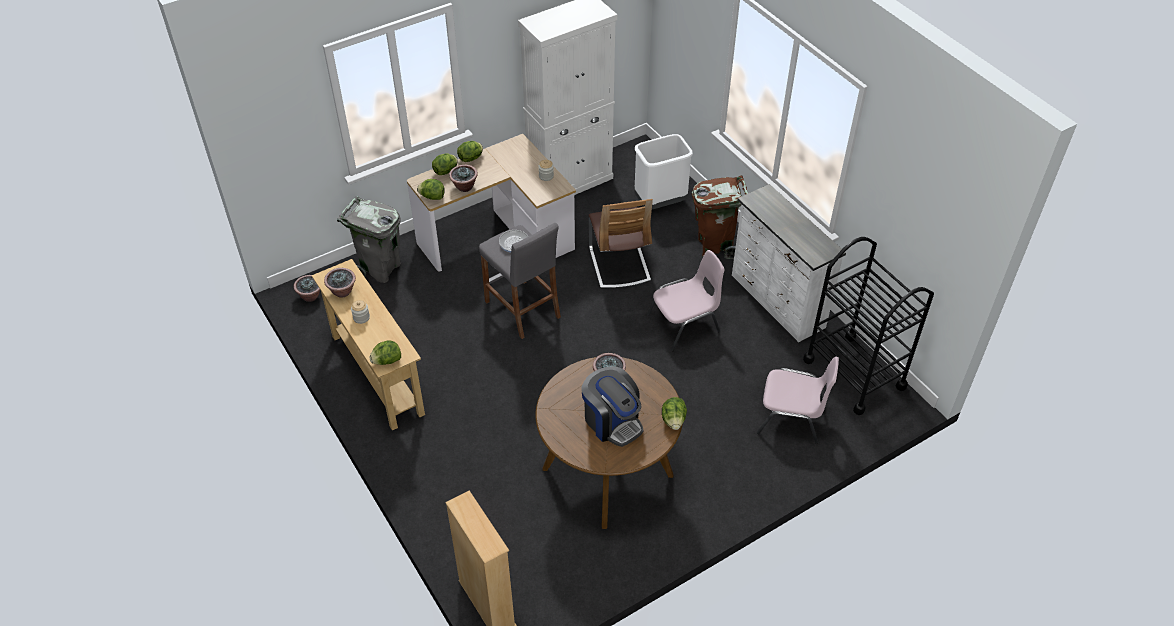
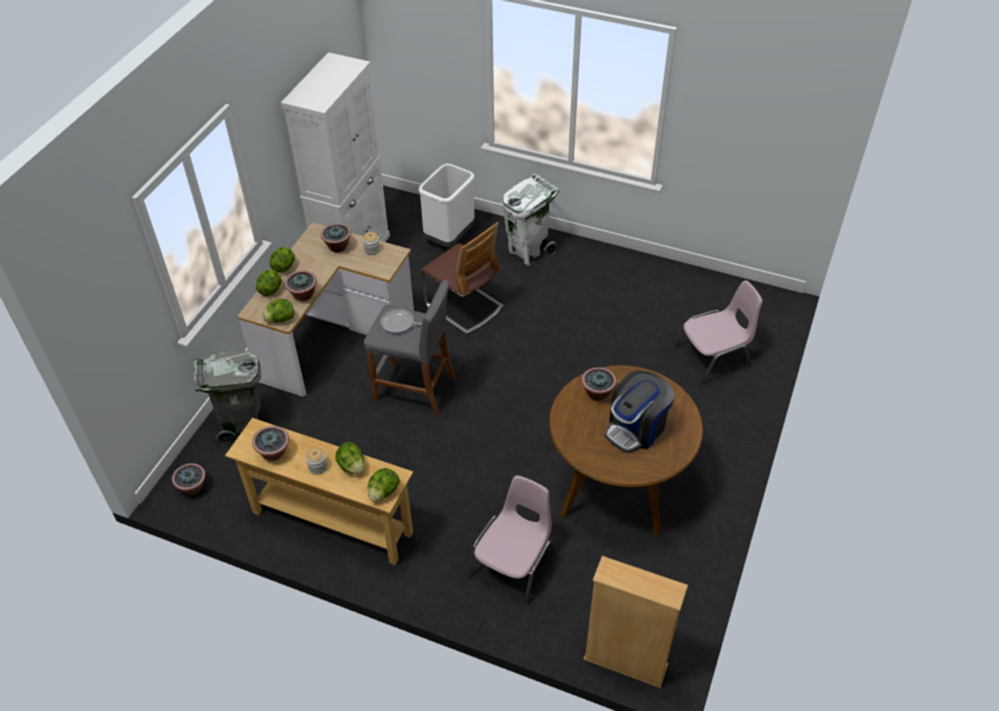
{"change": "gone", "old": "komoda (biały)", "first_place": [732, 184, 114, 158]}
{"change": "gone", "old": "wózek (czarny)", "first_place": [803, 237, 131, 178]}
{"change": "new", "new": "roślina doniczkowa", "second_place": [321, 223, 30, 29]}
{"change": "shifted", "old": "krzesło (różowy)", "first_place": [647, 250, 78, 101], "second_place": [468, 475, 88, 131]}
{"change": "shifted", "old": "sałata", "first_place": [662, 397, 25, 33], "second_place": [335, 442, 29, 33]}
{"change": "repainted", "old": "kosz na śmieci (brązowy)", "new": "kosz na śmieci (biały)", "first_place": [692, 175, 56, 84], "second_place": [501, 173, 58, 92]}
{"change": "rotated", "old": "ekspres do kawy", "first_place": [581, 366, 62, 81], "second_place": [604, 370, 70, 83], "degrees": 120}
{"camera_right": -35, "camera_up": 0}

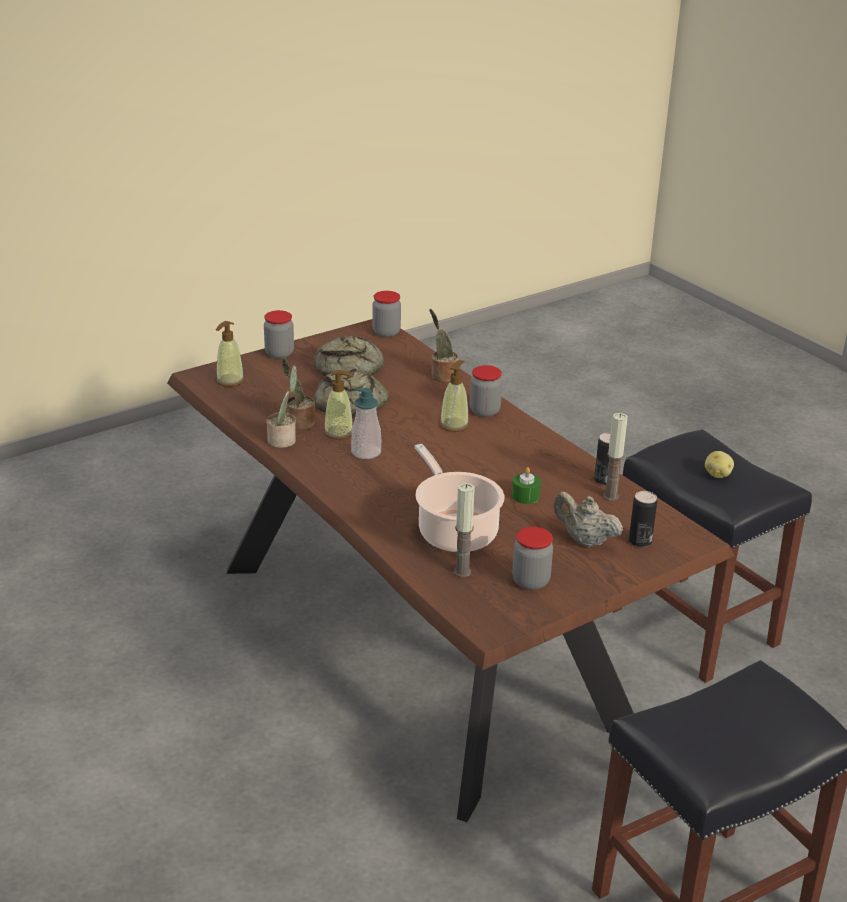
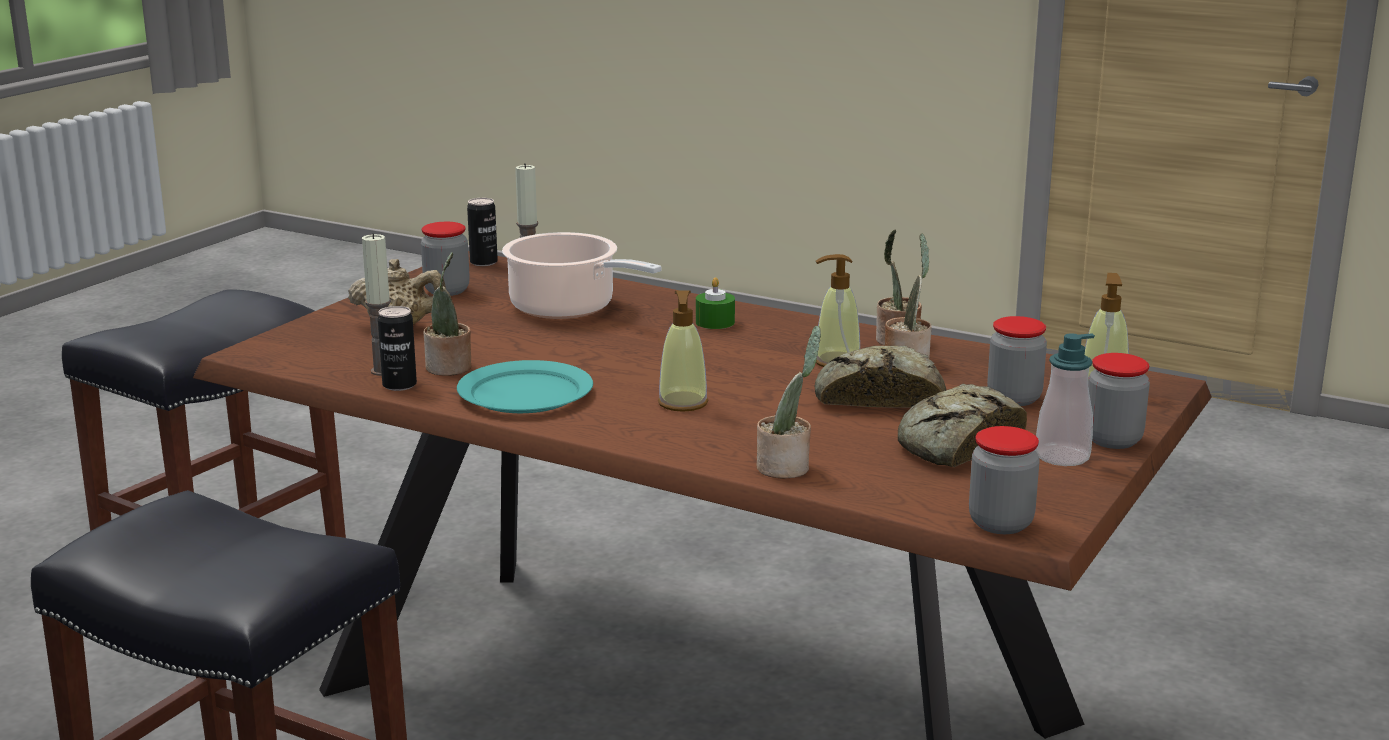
{"change": "gone", "old": "ziemniak", "first_place": [705, 451, 29, 27]}
{"change": "new", "new": "roślina doniczkowa", "second_place": [423, 252, 48, 124]}
{"change": "new", "new": "talerz (turkusowy)", "second_place": [457, 360, 136, 53]}
{"change": "shifted", "old": "dozownik mydła", "first_place": [351, 388, 30, 71], "second_place": [1035, 333, 60, 133]}
{"change": "shifted", "old": "słoik", "first_place": [470, 365, 32, 52], "second_place": [987, 316, 60, 90]}
{"change": "shifted", "old": "świeca (zielony)", "first_place": [512, 467, 29, 37], "second_place": [696, 277, 39, 52]}
{"change": "shifted", "old": "puszka", "first_place": [629, 491, 28, 56], "second_place": [467, 198, 31, 68]}
{"camera_right": 155, "camera_up": -10}

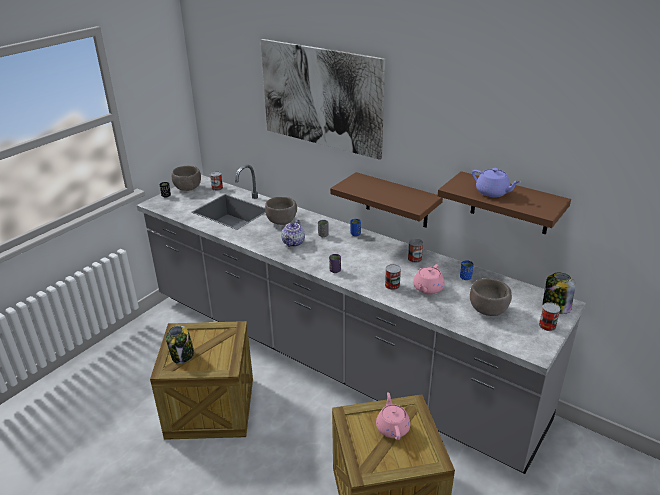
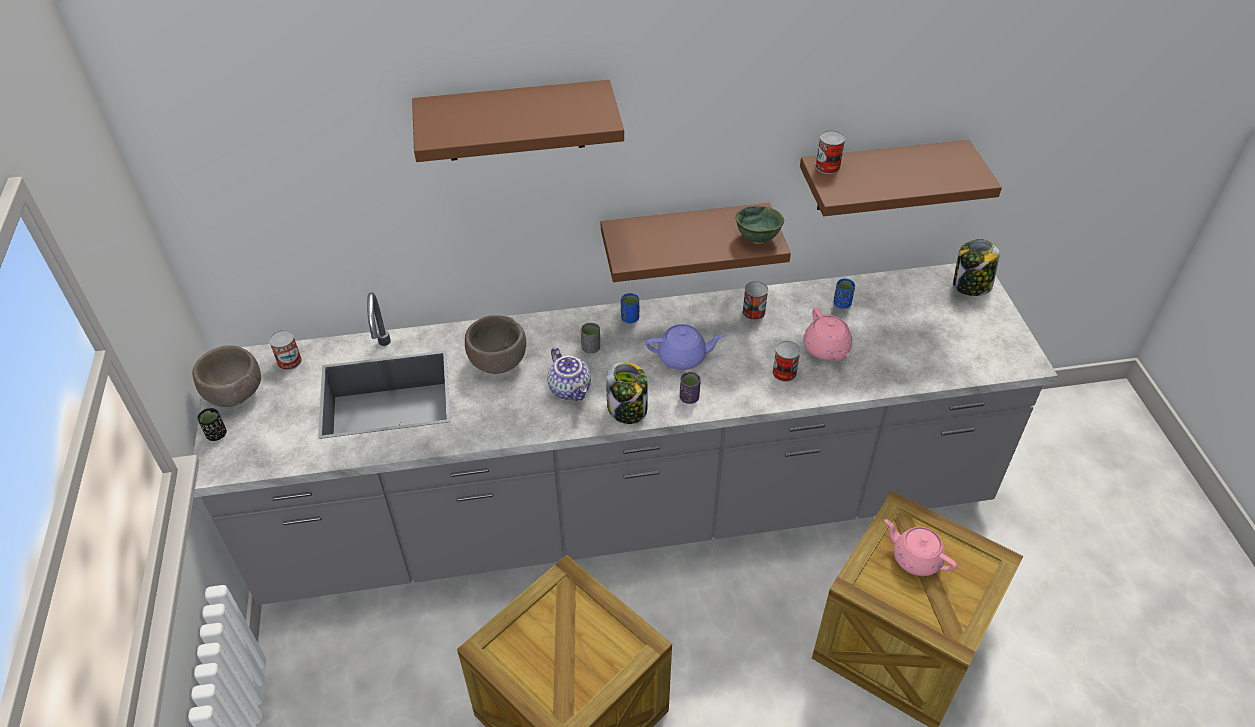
{"change": "gone", "old": "miska (brązowy)", "first_place": [470, 278, 42, 38]}
{"change": "new", "new": "miska (zielony)", "second_place": [735, 206, 50, 38]}
{"change": "shifted", "old": "słoik", "first_place": [166, 326, 28, 38], "second_place": [606, 362, 42, 62]}
{"change": "shifted", "old": "imbryk (fioletowy)", "first_place": [472, 168, 48, 29], "second_place": [646, 324, 79, 46]}
{"change": "shifted", "old": "puszka", "first_place": [539, 302, 21, 29], "second_place": [815, 130, 30, 44]}
{"change": "swapped", "old": "obraz", "new": "półka (brązowy)", "first_place": [261, 39, 124, 121], "second_place": [412, 80, 212, 82]}
{"camera_right": -45, "camera_up": 15}

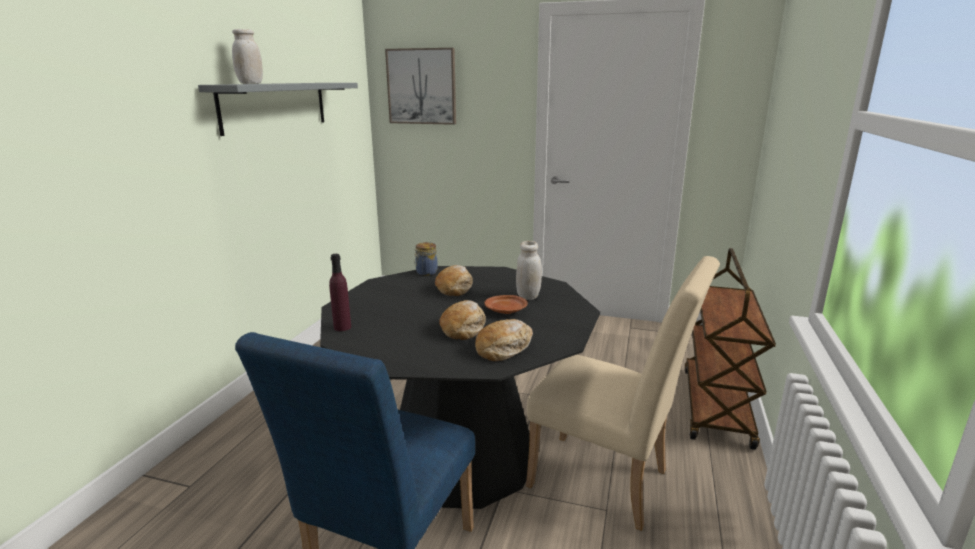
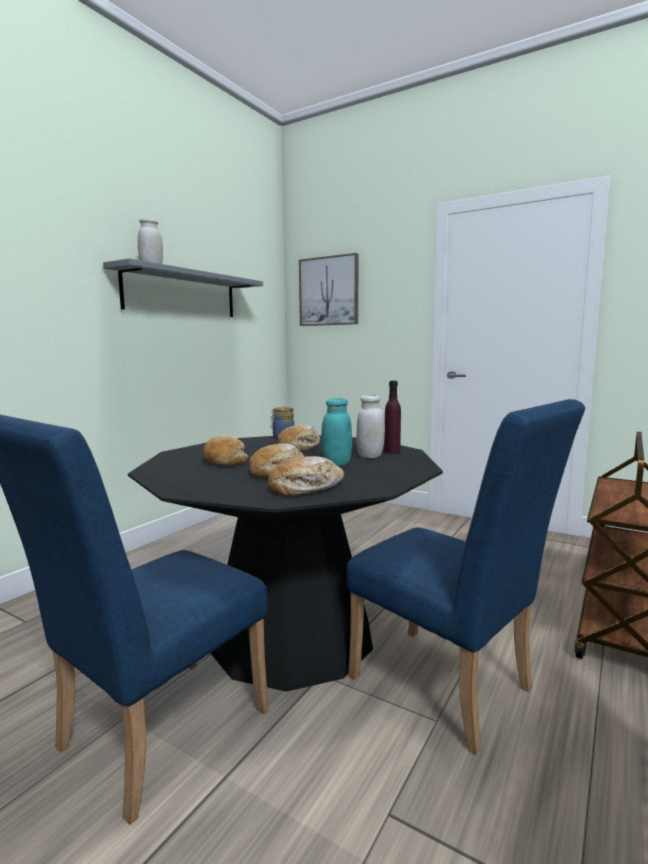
{"change": "new", "new": "chleb", "second_place": [203, 435, 45, 31]}
{"change": "shifted", "old": "butelka (fioletowy)", "first_place": [329, 254, 22, 77], "second_place": [384, 381, 17, 73]}
{"change": "swapped", "old": "talerz (brązowy)", "new": "słoik (turkusowy)", "first_place": [484, 295, 44, 19], "second_place": [321, 398, 31, 68]}
{"change": "repainted", "old": "krzesło (beżowy)", "new": "krzesło (niebieski)", "first_place": [526, 256, 194, 275], "second_place": [347, 399, 238, 356]}
{"camera_right": 15, "camera_up": -10}

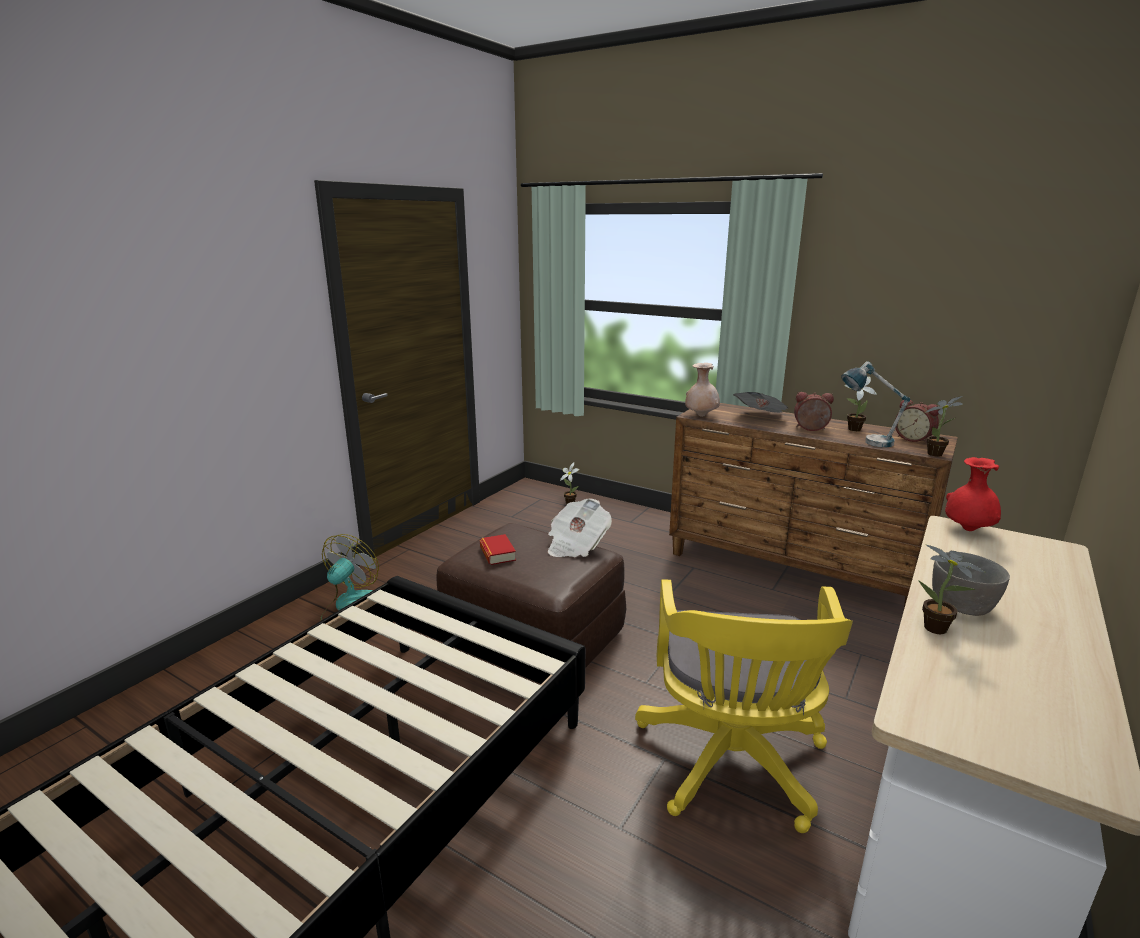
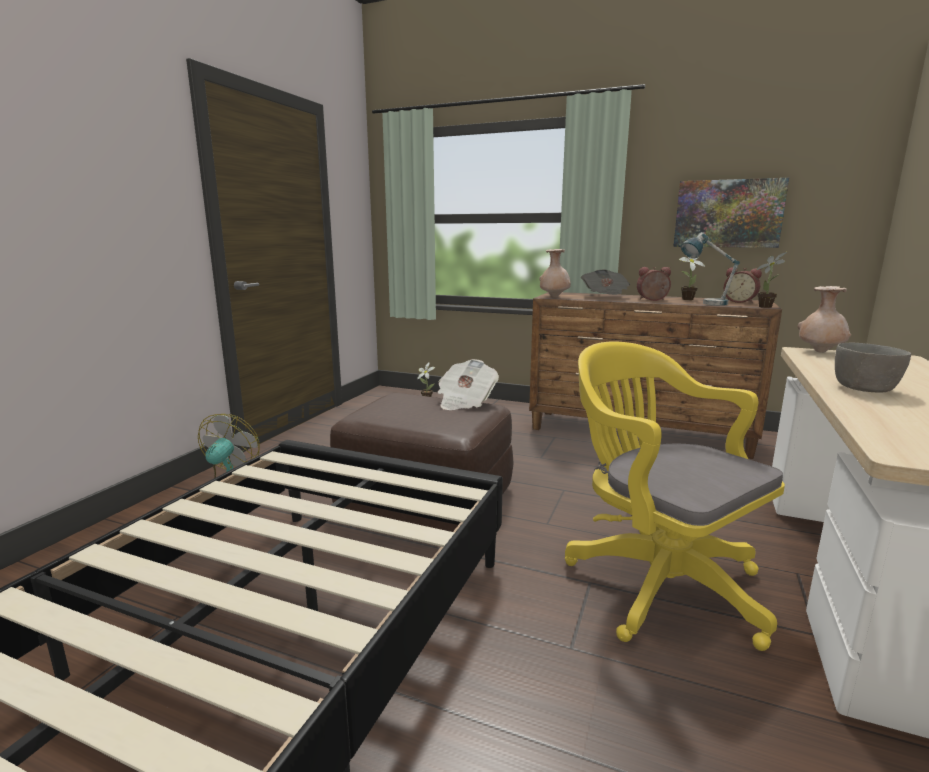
{"change": "gone", "old": "książka", "first_place": [480, 534, 36, 31]}
{"change": "gone", "old": "roślina doniczkowa", "first_place": [918, 544, 67, 90]}
{"change": "new", "new": "obraz", "second_place": [673, 178, 116, 70]}
{"change": "repainted", "old": "wazon (czerwony)", "new": "wazon (beżowy)", "first_place": [945, 457, 56, 74], "second_place": [798, 286, 53, 67]}
{"change": "rotated", "old": "krzesło biurowe (żółty)", "first_place": [635, 579, 218, 254], "second_place": [565, 342, 220, 309], "degrees": 150}
{"camera_right": -10, "camera_up": -5}

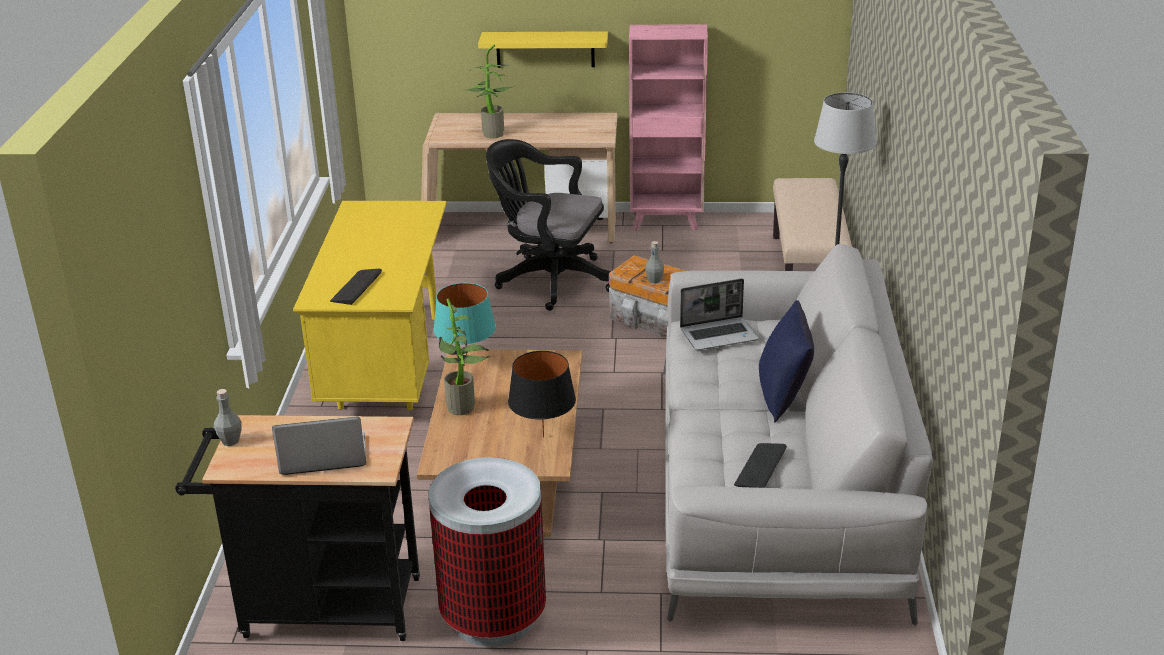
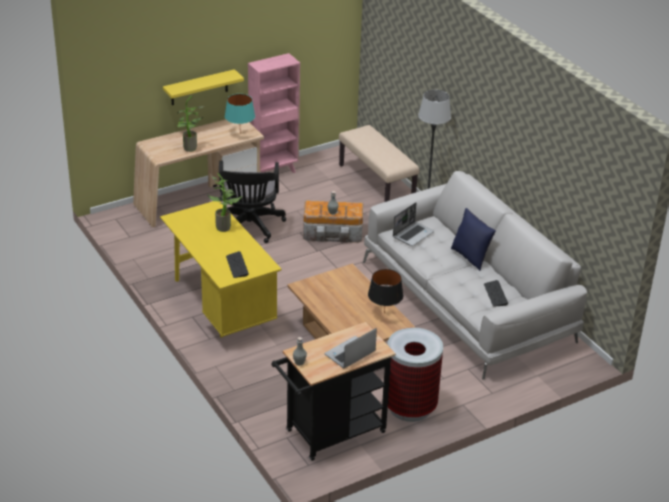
{"change": "shifted", "old": "lampa stołowa (turkusowy)", "first_place": [433, 283, 63, 72], "second_place": [225, 94, 30, 30]}
{"change": "shifted", "old": "roślina doniczkowa", "first_place": [439, 298, 51, 117], "second_place": [207, 173, 35, 59]}
{"change": "rotated", "old": "krzesło biurowe (czarny)", "first_place": [486, 139, 125, 172], "second_place": [219, 161, 67, 82], "degrees": -75}
{"camera_right": -35, "camera_up": 5}

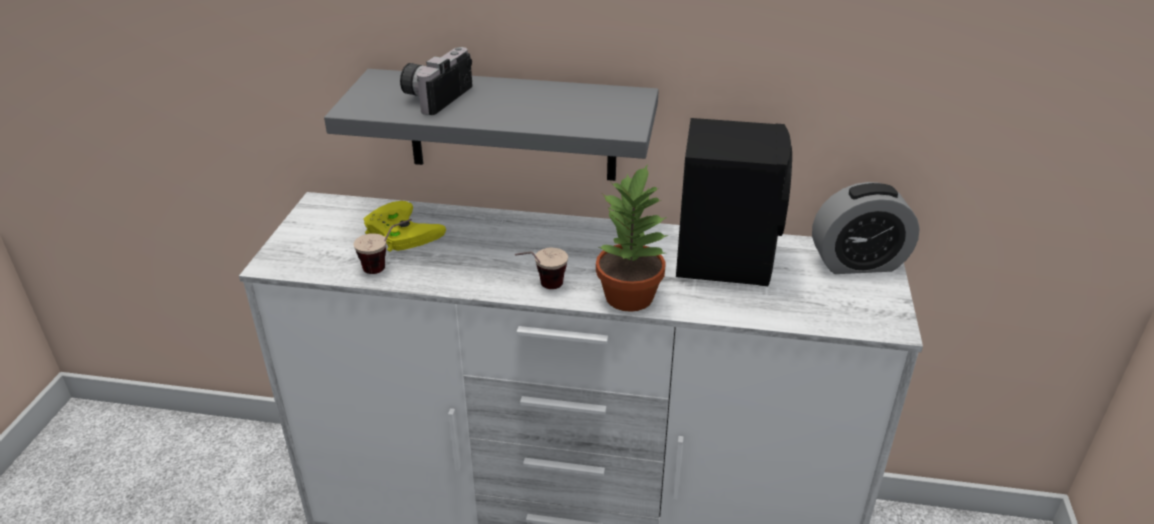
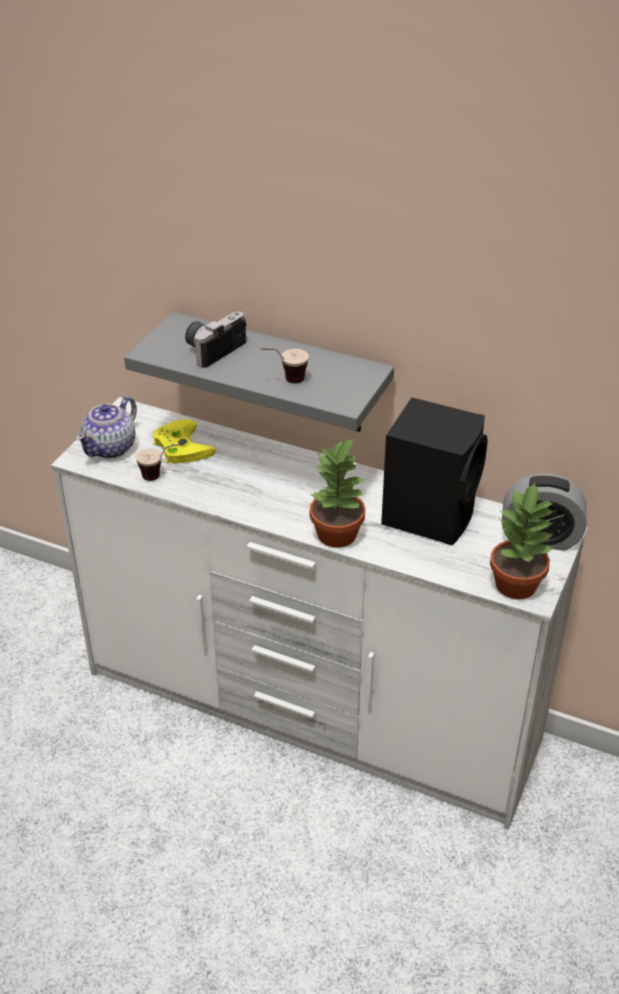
{"change": "new", "new": "imbryk", "second_place": [76, 396, 61, 63]}
{"change": "new", "new": "roślina doniczkowa", "second_place": [490, 482, 64, 117]}
{"change": "shifted", "old": "filiżanka", "first_place": [515, 247, 53, 42], "second_place": [261, 348, 48, 35]}
{"camera_right": 15, "camera_up": 5}

